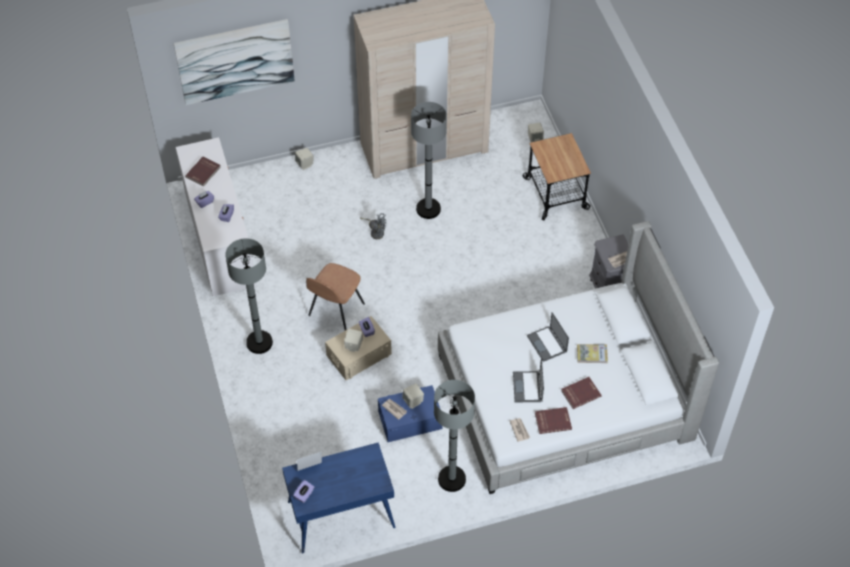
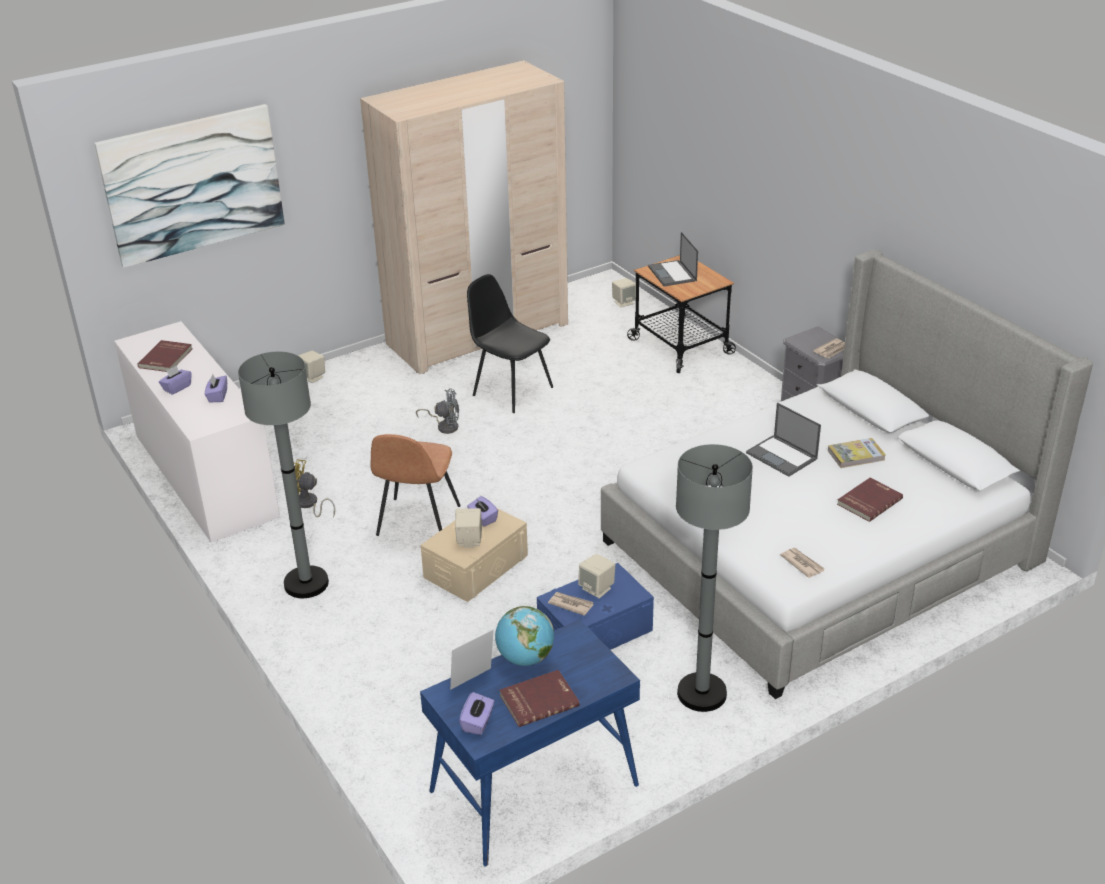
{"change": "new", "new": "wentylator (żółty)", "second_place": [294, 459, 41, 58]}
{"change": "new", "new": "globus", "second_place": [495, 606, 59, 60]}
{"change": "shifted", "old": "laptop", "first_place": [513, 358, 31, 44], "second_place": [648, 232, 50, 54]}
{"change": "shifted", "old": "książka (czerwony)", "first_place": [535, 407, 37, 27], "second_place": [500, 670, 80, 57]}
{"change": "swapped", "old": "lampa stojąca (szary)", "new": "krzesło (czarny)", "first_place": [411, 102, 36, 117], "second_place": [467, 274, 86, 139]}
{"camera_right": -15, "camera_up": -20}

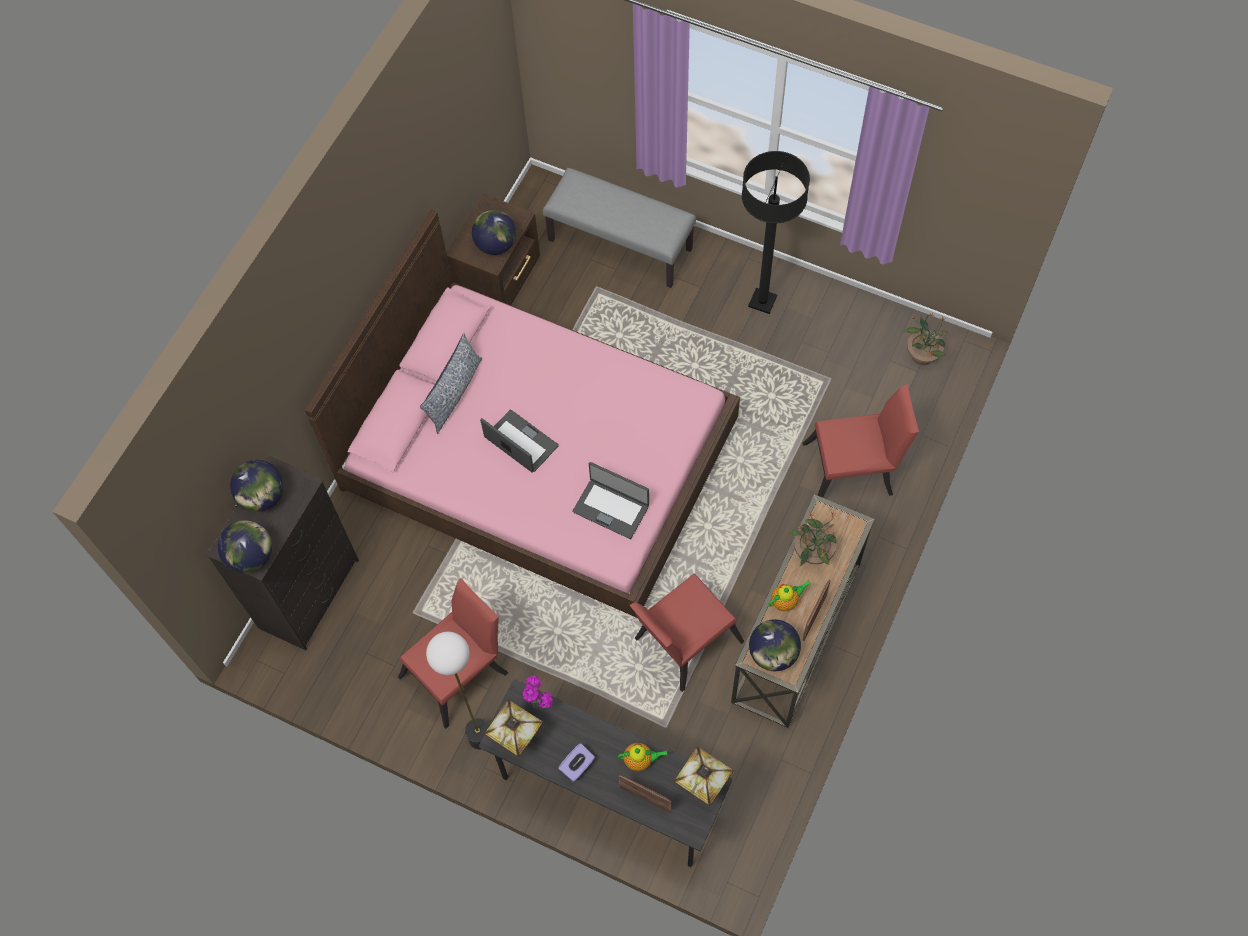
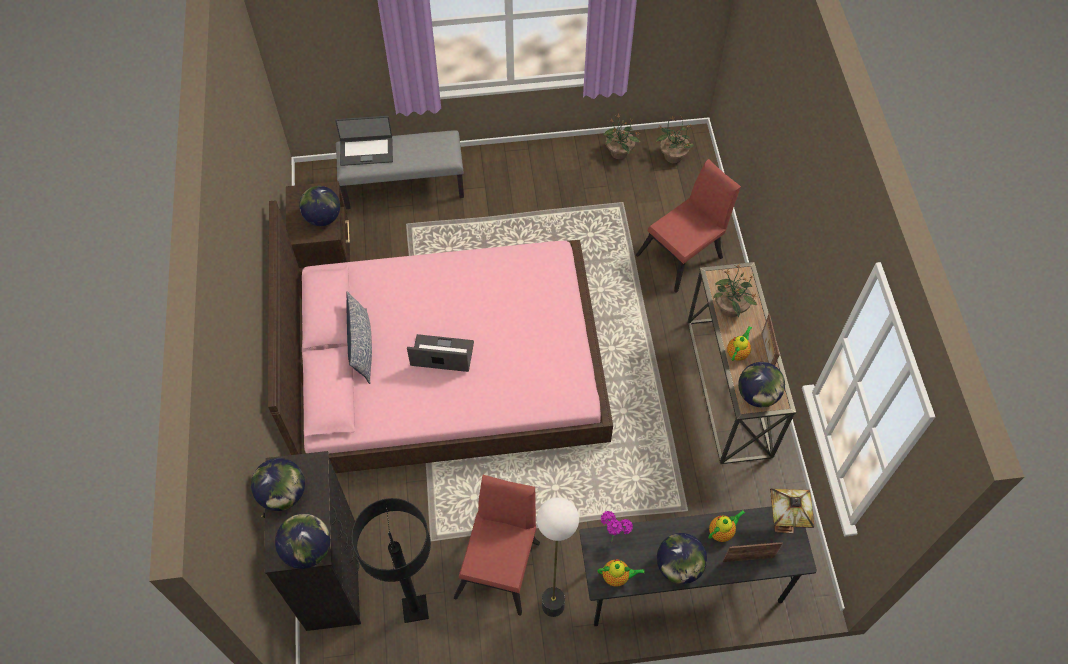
{"change": "gone", "old": "krzesło (czerwony)", "first_place": [630, 573, 114, 119]}
{"change": "new", "new": "roślina doniczkowa", "second_place": [603, 114, 37, 45]}
{"change": "shifted", "old": "laptop", "first_place": [572, 462, 77, 77], "second_place": [335, 116, 58, 50]}
{"change": "shifted", "old": "lampa stojąca (czarny)", "first_place": [742, 151, 68, 163], "second_place": [352, 498, 79, 125]}
{"change": "swapped", "old": "lampa stołowa", "new": "imbryk", "first_place": [484, 699, 59, 58], "second_place": [597, 559, 47, 28]}
{"change": "swapped", "old": "pudełko chusteczek (fioletowy)", "new": "globus", "first_place": [558, 743, 37, 39], "second_place": [657, 533, 50, 51]}
{"camera_right": -35, "camera_up": -5}

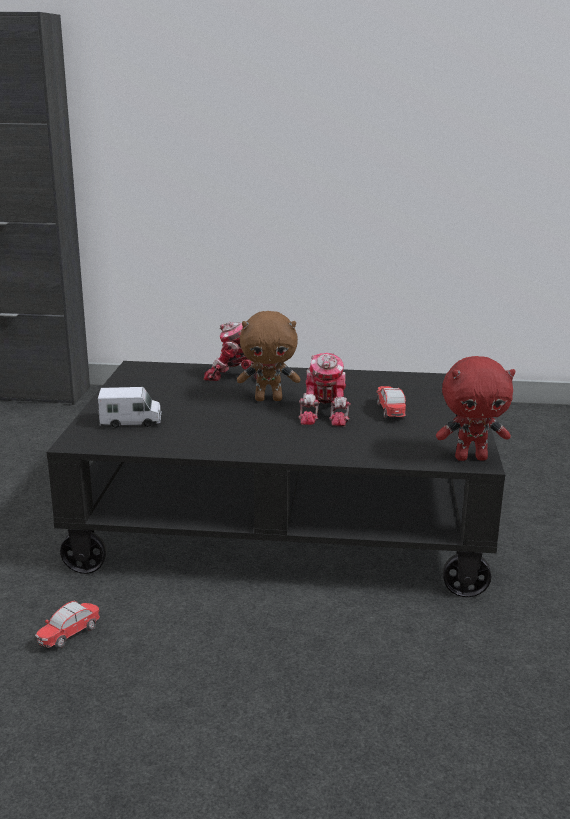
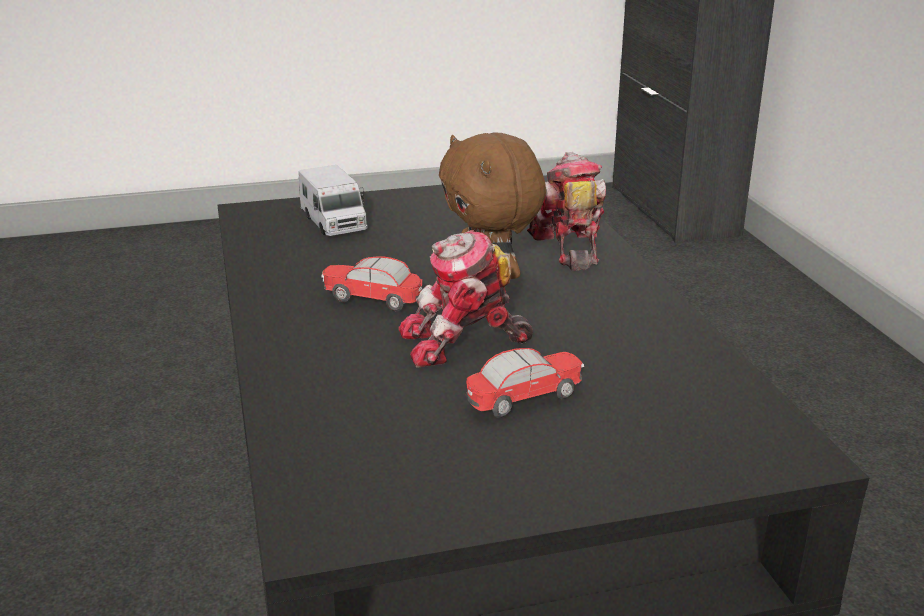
{"change": "gone", "old": "pluszak (czerwony)", "first_place": [436, 356, 79, 105]}
{"change": "shifted", "old": "samochodzik", "first_place": [35, 601, 65, 47], "second_place": [321, 257, 101, 55]}
{"camera_right": 70, "camera_up": 5}

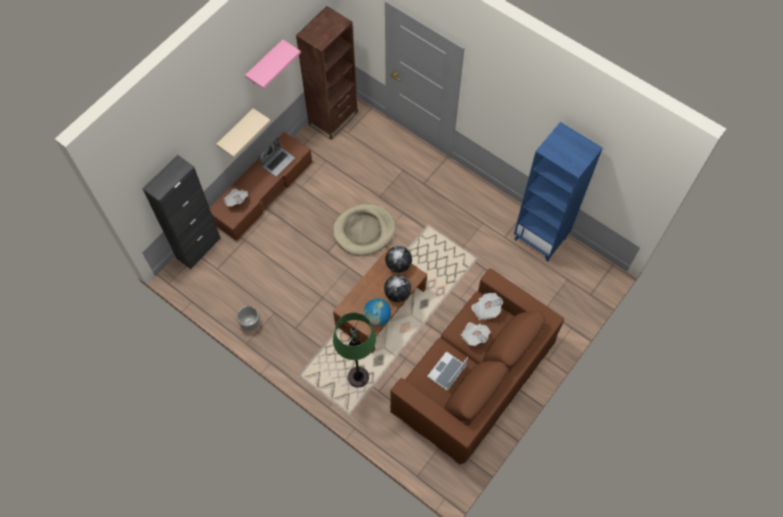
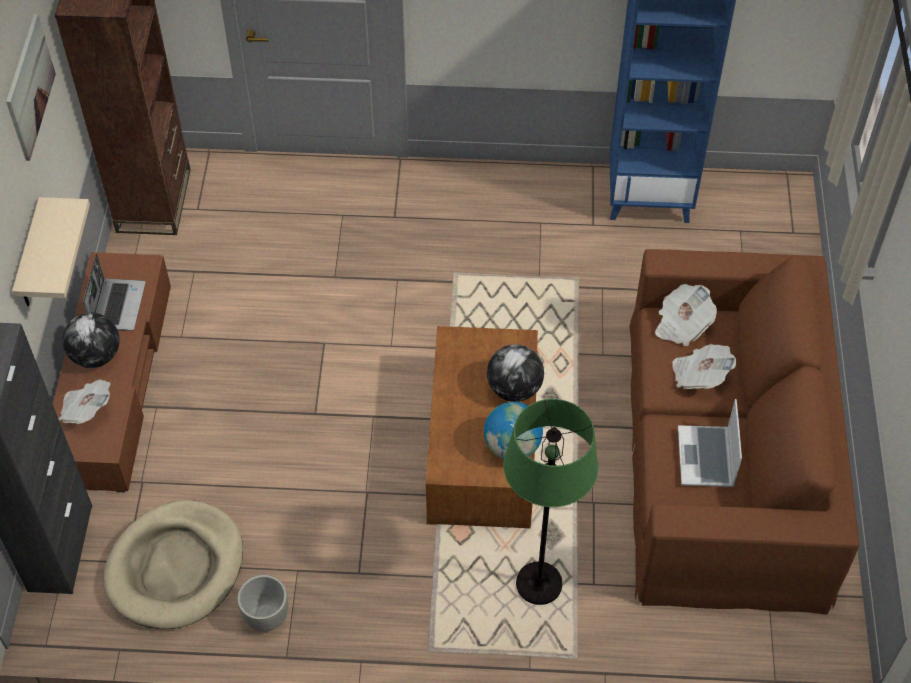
{"change": "shifted", "old": "legowisko (beżowy)", "first_place": [333, 204, 63, 52], "second_place": [103, 500, 140, 129]}
{"change": "shifted", "old": "globus", "first_place": [385, 246, 27, 27], "second_place": [62, 313, 58, 55]}
{"change": "swapped", "old": "półka (różowy)", "new": "obraz", "first_place": [245, 39, 56, 50], "second_place": [6, 14, 50, 147]}
{"camera_right": -35, "camera_up": -10}

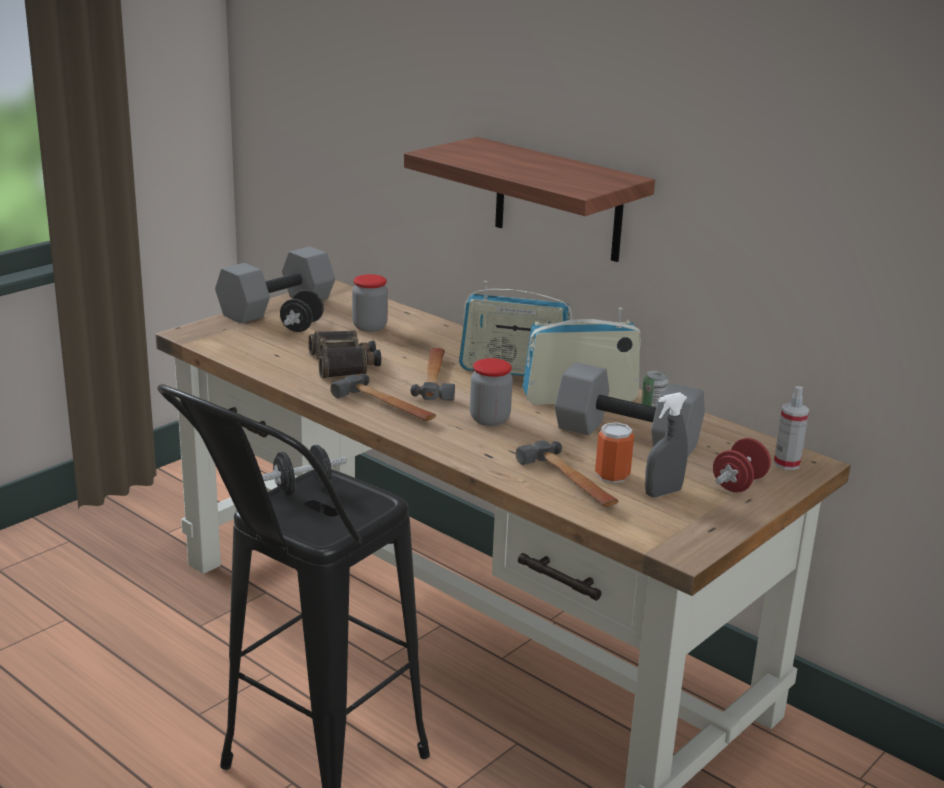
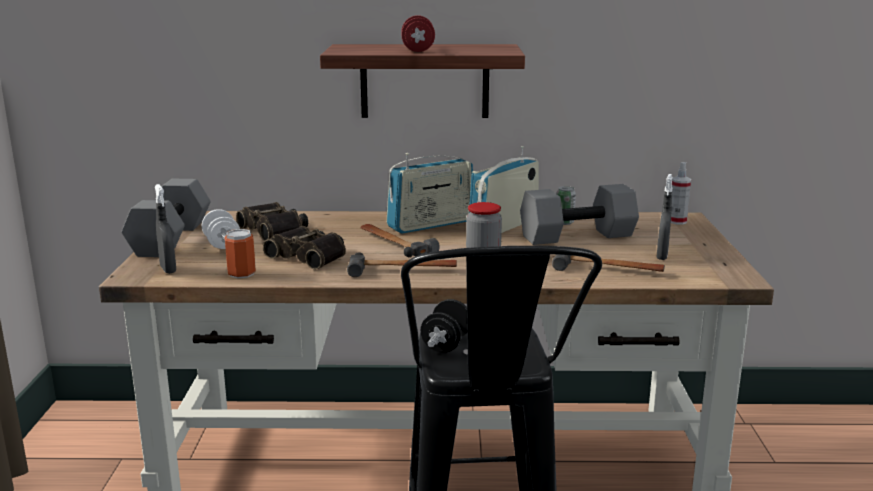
{"change": "new", "new": "spryskiwacz (szary)", "second_place": [155, 184, 21, 90]}
{"change": "shifted", "old": "puszka", "first_place": [595, 422, 39, 61], "second_place": [225, 229, 31, 49]}
{"change": "shifted", "old": "hantel (czerwony)", "first_place": [713, 438, 58, 54], "second_place": [401, 15, 34, 37]}
{"change": "swapped", "old": "słoik", "new": "lornetka", "first_place": [352, 274, 36, 58], "second_place": [236, 202, 72, 39]}
{"change": "repainted", "old": "hantel (czarny)", "new": "hantel (biały)", "first_place": [280, 290, 44, 42], "second_place": [202, 209, 38, 40]}
{"camera_right": -40, "camera_up": -5}

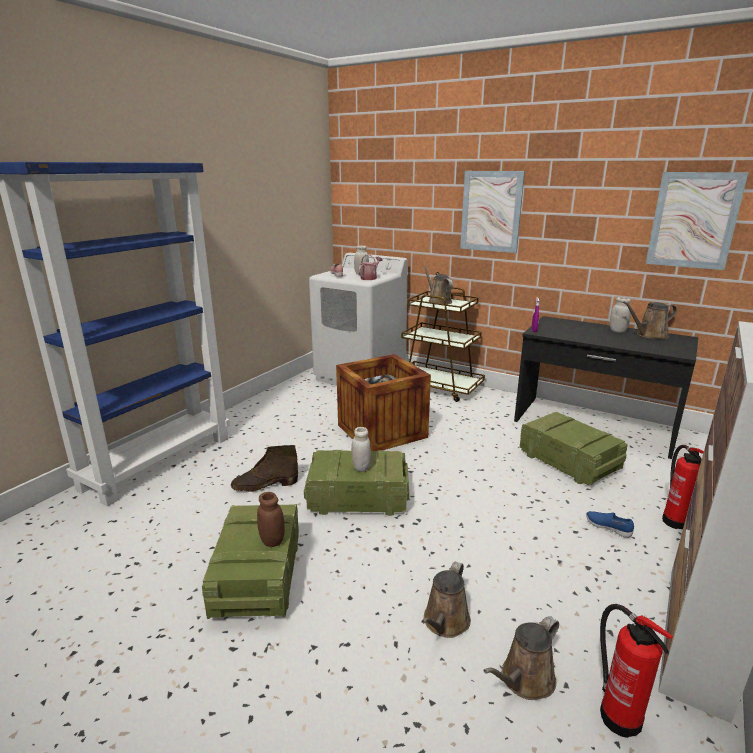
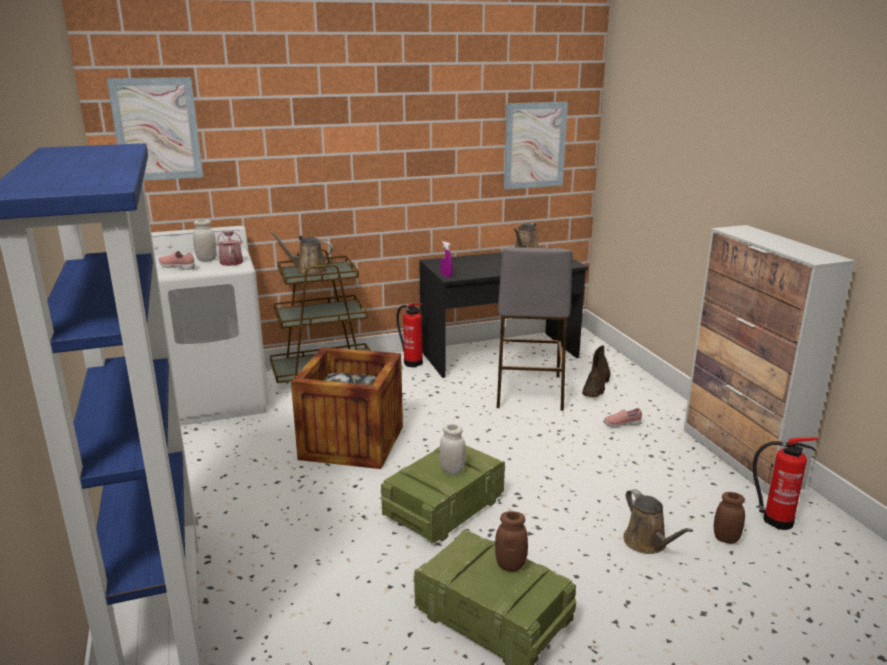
{"change": "gone", "old": "słoik (biały)", "first_place": [610, 297, 21, 36]}
{"change": "shifted", "old": "but z cholewką (brązowy)", "first_place": [231, 445, 67, 47], "second_place": [582, 345, 28, 52]}
{"change": "shifted", "old": "obraz", "first_place": [460, 171, 65, 82], "second_place": [107, 77, 96, 104]}
{"change": "shifted", "old": "gaśnica", "first_place": [662, 445, 42, 84], "second_place": [396, 303, 27, 64]}
{"change": "swapped", "old": "konewka (brązowy)", "new": "słoik (brązowy)", "first_place": [483, 616, 76, 84], "second_place": [714, 492, 31, 52]}
{"change": "swapped", "old": "skrzynka", "new": "stołek (szary)", "first_place": [519, 412, 109, 73], "second_place": [497, 247, 76, 164]}
{"change": "repainted", "old": "but (niebieski)", "new": "but (różowy)", "first_place": [586, 511, 48, 27], "second_place": [603, 408, 39, 20]}
{"camera_right": -50, "camera_up": 0}

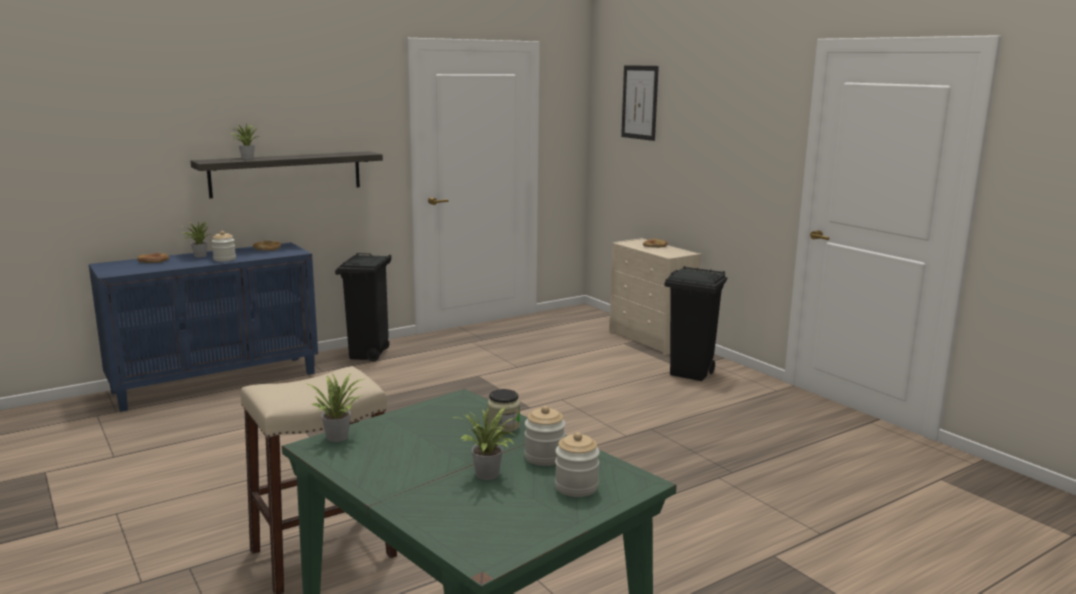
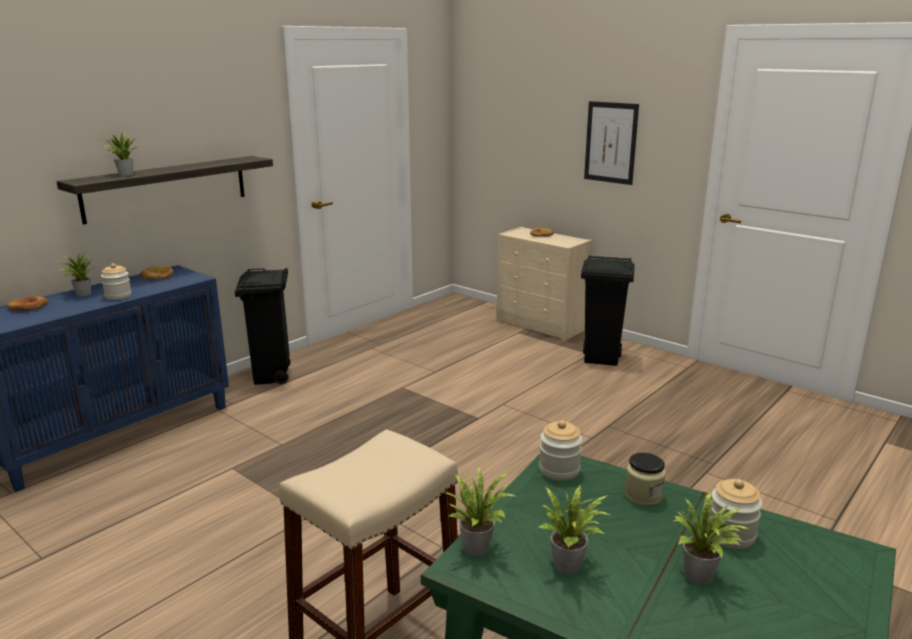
{"change": "new", "new": "roślina doniczkowa", "second_place": [538, 485, 72, 90]}
{"change": "shifted", "old": "słoik", "first_place": [555, 432, 45, 65], "second_place": [539, 420, 43, 61]}
{"change": "shifted", "old": "obraz", "first_place": [621, 65, 38, 76], "second_place": [584, 101, 55, 84]}
{"camera_right": -15, "camera_up": 5}

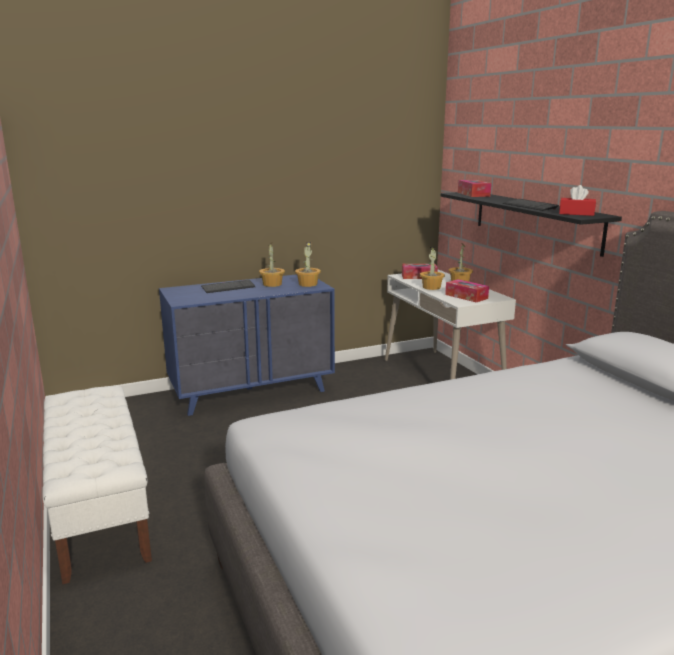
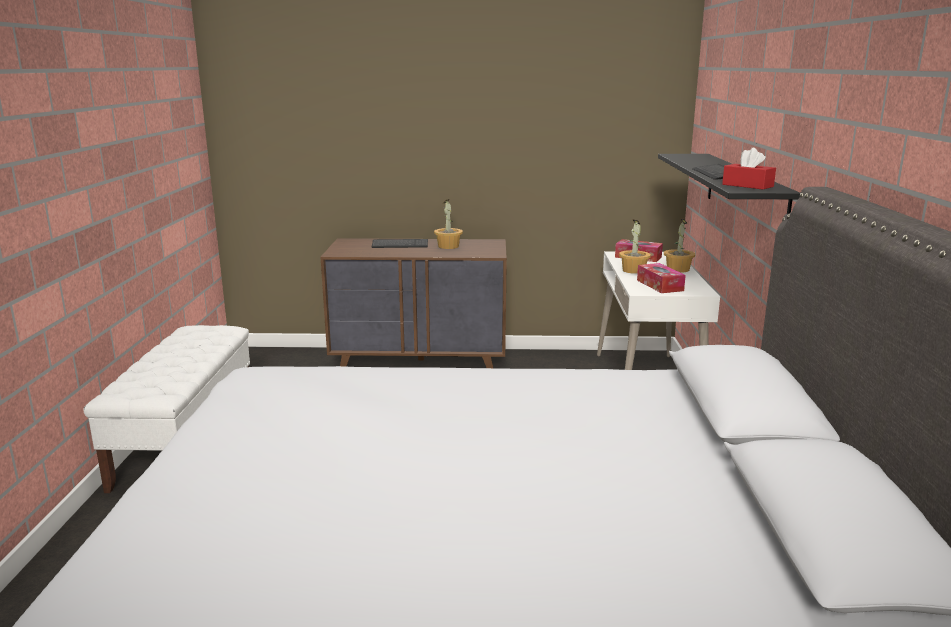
{"change": "gone", "old": "roślina doniczkowa", "first_place": [295, 242, 26, 45]}
{"change": "gone", "old": "pudełko chusteczek", "first_place": [458, 180, 33, 17]}
{"change": "repainted", "old": "komoda (niebieski)", "new": "komoda (brązowy)", "first_place": [159, 274, 176, 142], "second_place": [320, 238, 187, 130]}
{"camera_right": 25, "camera_up": 0}

